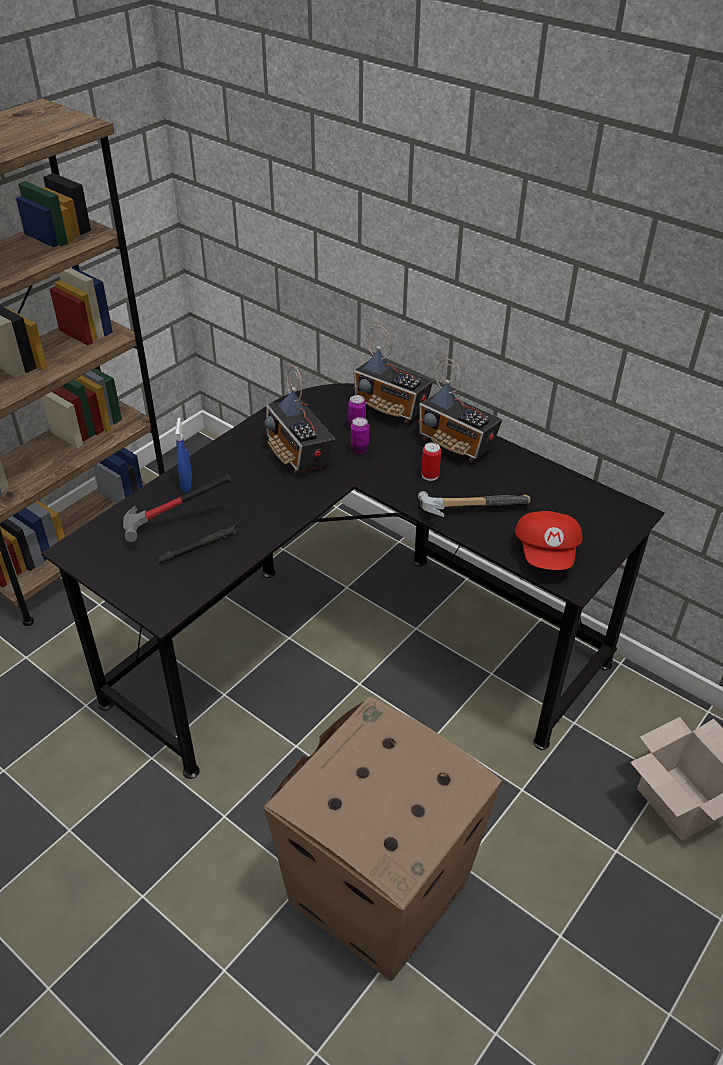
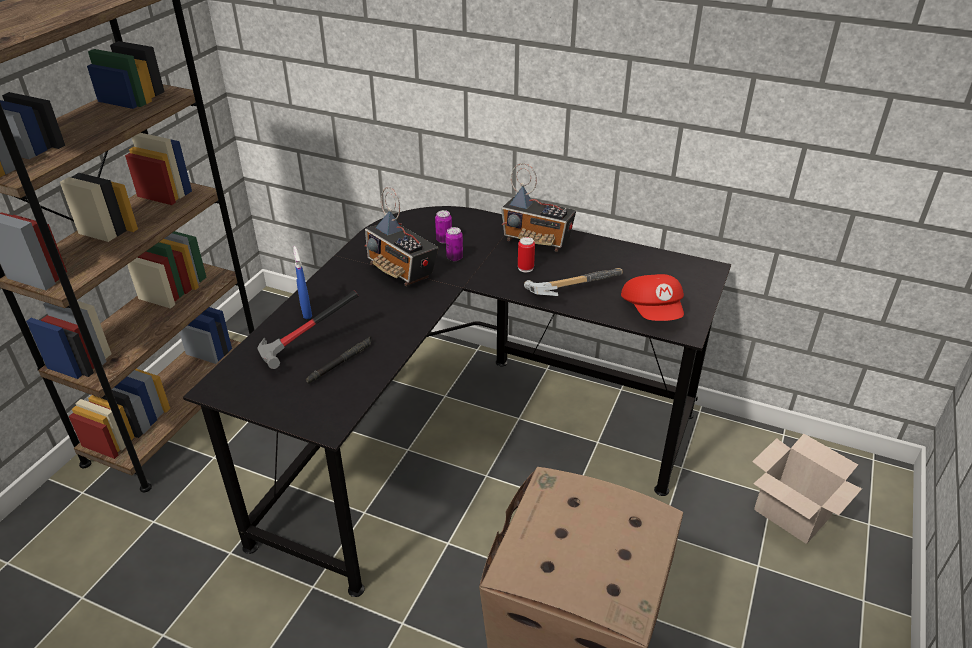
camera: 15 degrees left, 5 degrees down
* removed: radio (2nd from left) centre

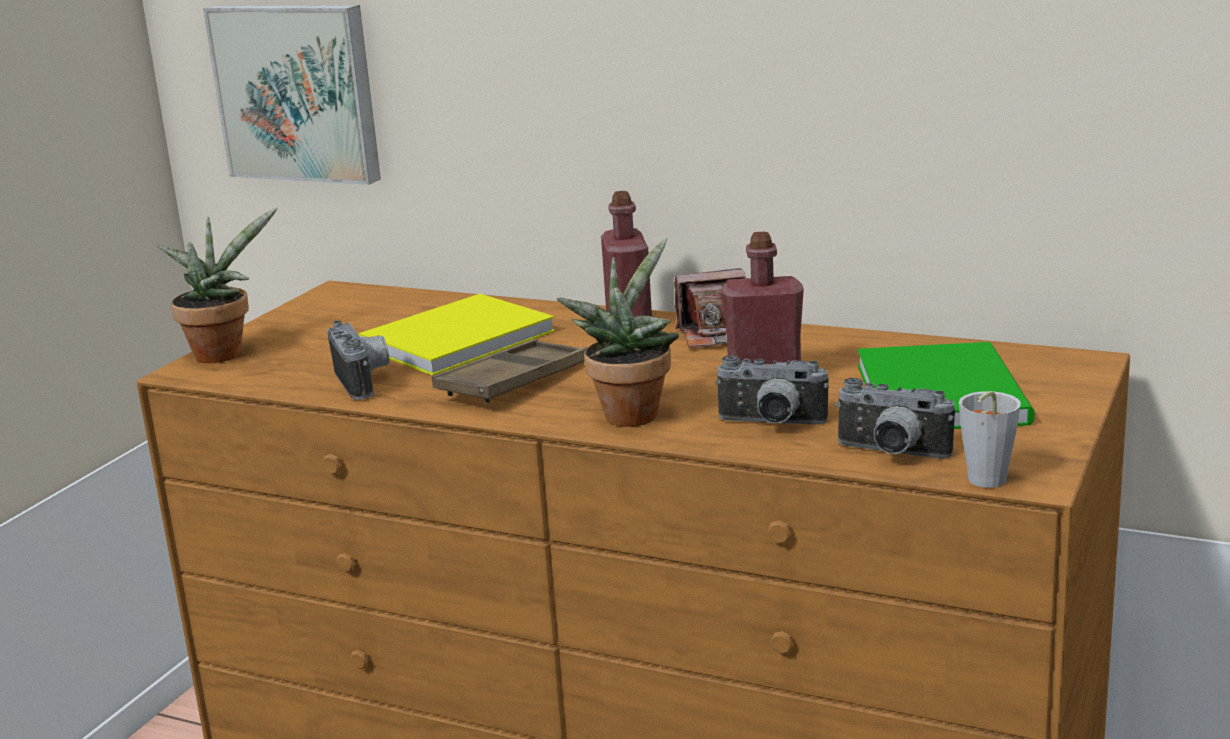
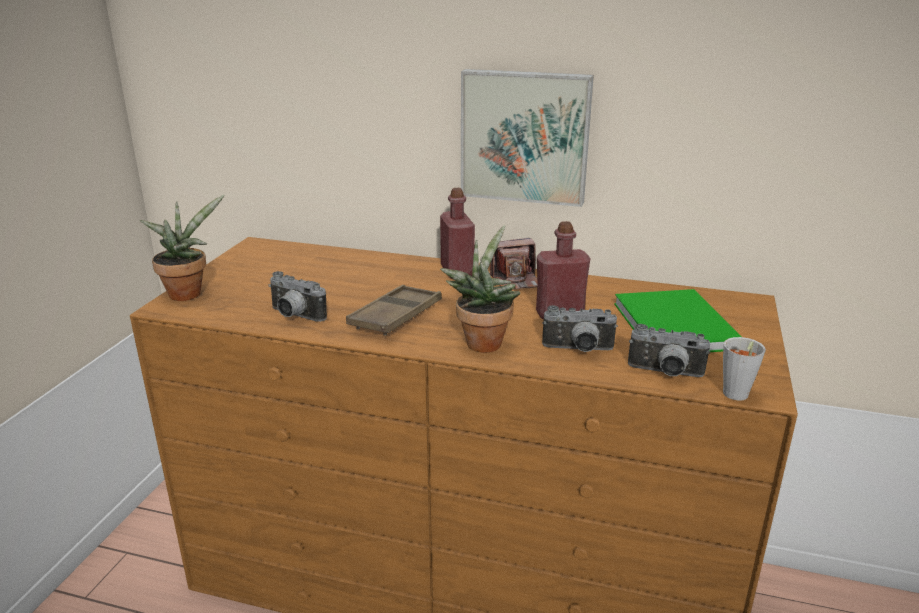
camera: 10 degrees left, 5 degrees up
* moved: picture top left to top centre
* removed: book (yellow) centre
* turned: photo camera (1st from left) middle left = middle left 150 degrees clockwise

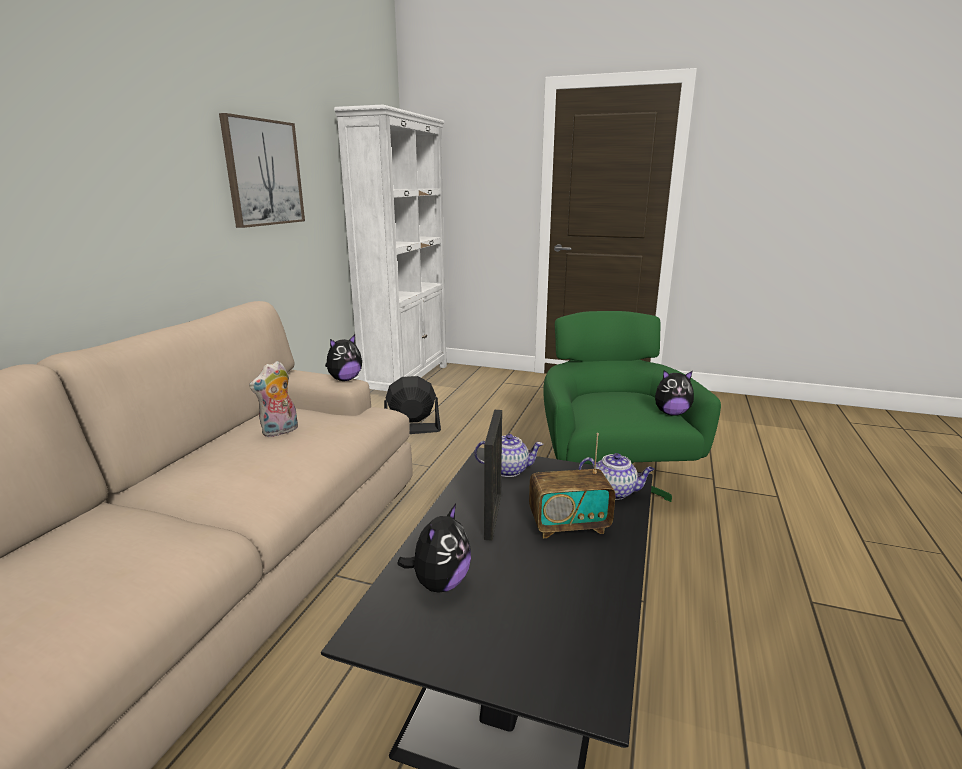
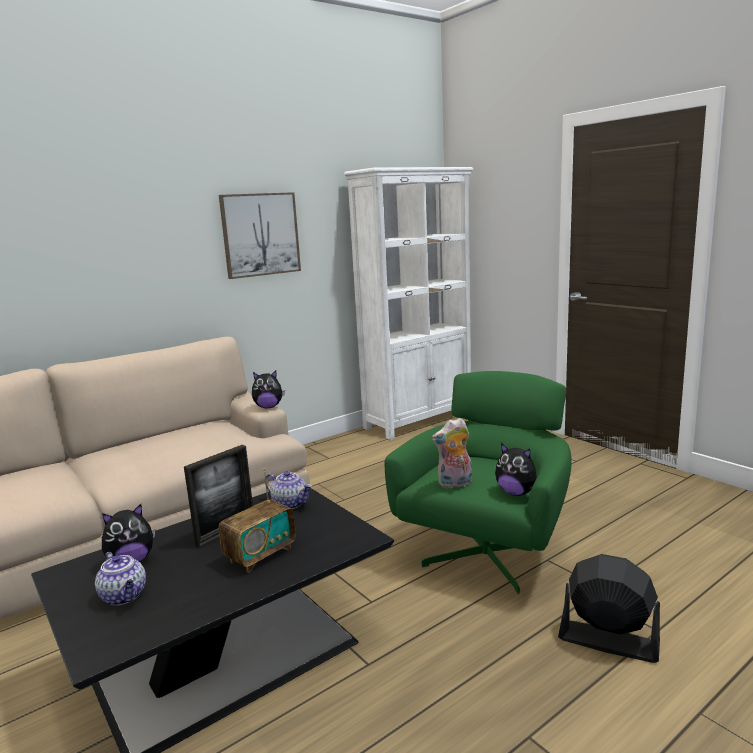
camera: 35 degrees right, 5 degrees down
* moved: soft toy (1st from left in the first image) middle left to soft toy (3rd from left) centre
* moved: cooling fan (blackish) centre to bottom right
* turned: radio centre = bottom centre 75 degrees counterclockwise
* moved: pot for tea (2nd from left in the first image) centre to pot for tea (1st from left) bottom left

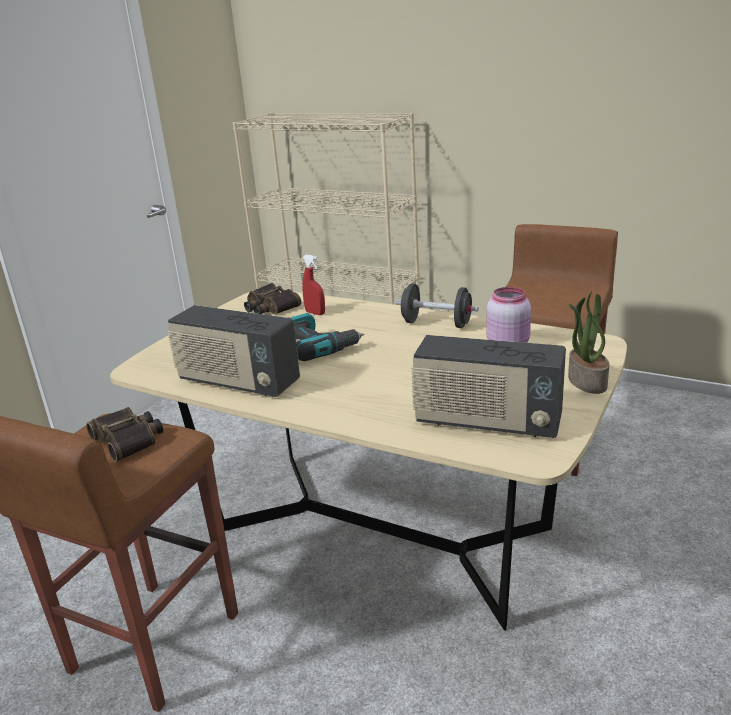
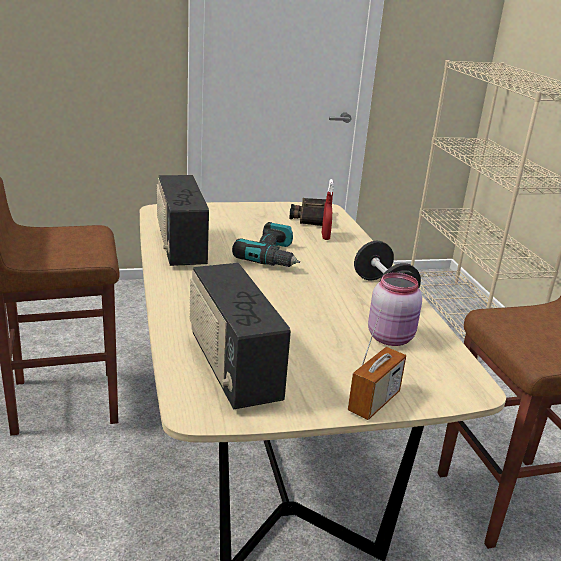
camera: 45 degrees right, 0 degrees up
* replaced: plant in a pot middle right to radio (3rd from left) middle right
* removed: pair of binoculars (1st from left) middle left

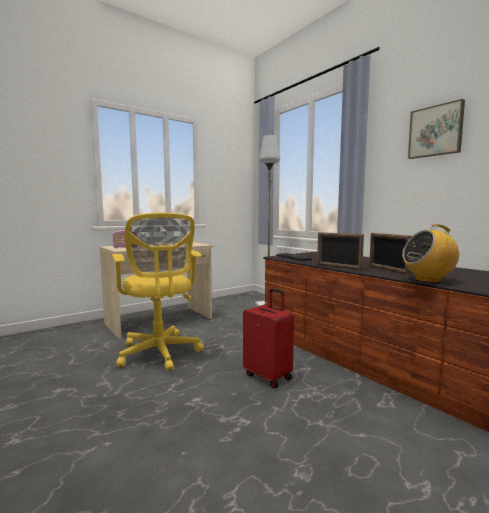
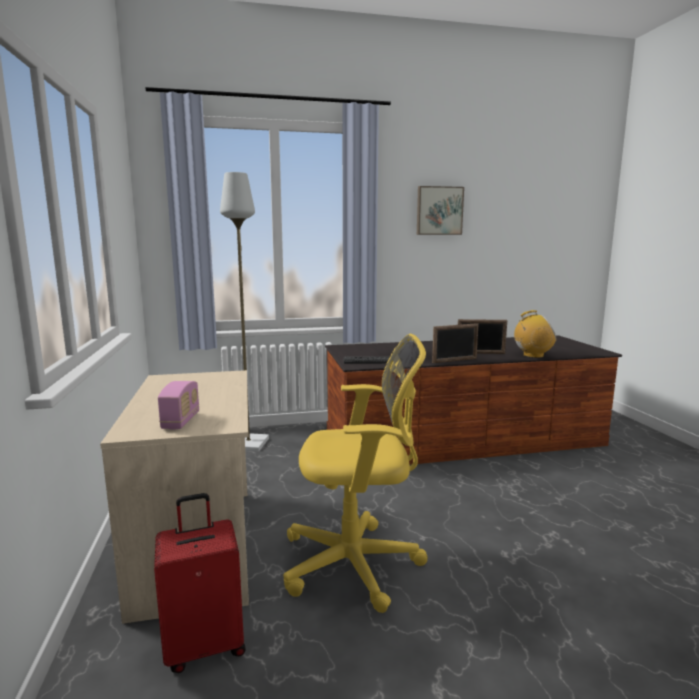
camera: 65 degrees left, 5 degrees up
* turned: radio (2nd from left) middle right = middle right 105 degrees counterclockwise
* moved: suitcase (reddish) centre to bottom left

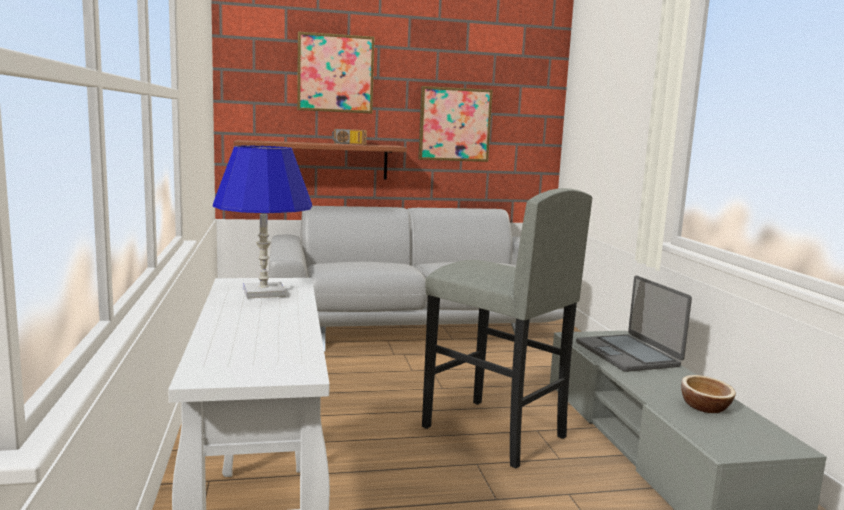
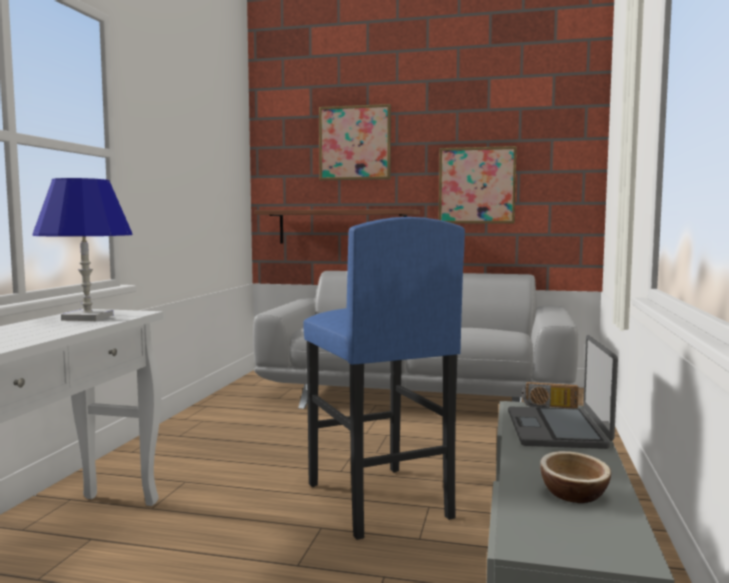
camera: 25 degrees right, 5 degrees down
* moved: radio top centre to bottom right
* recoloured: stool (greyish) centre to stool (blue) centre

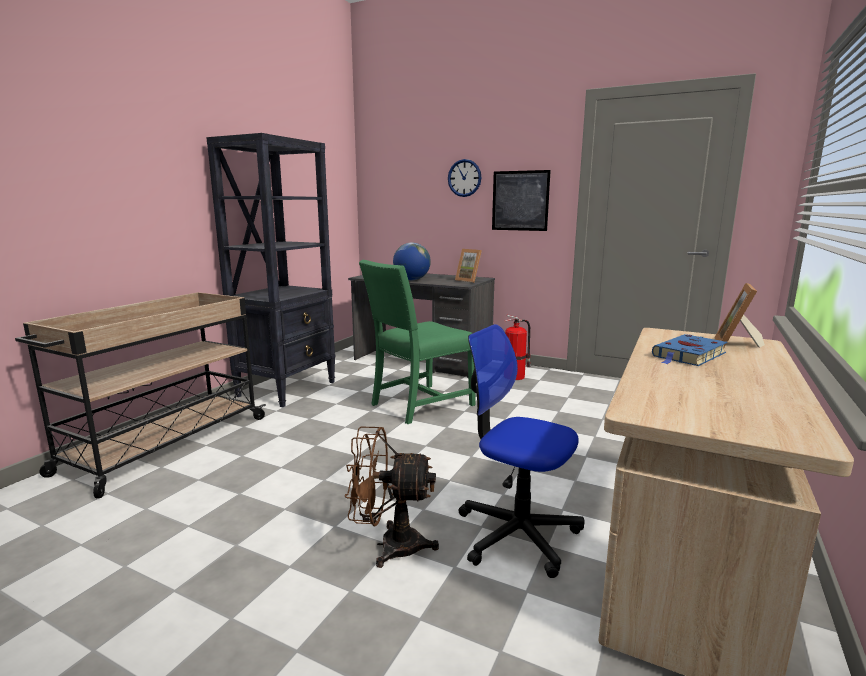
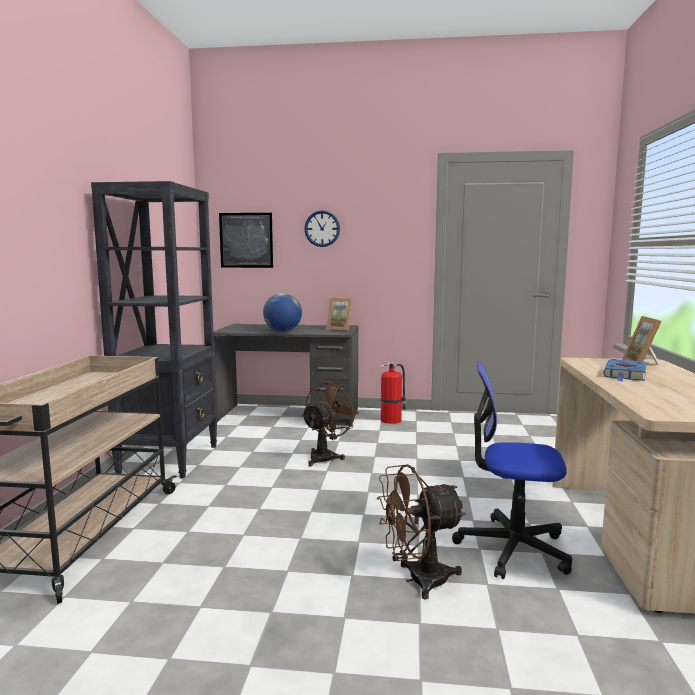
camera: 20 degrees left, 5 degrees down
* moved: picture top centre to centre
* replaced: plain chair (green) centre to cooling fan (brown-coloured) (1st from left) centre

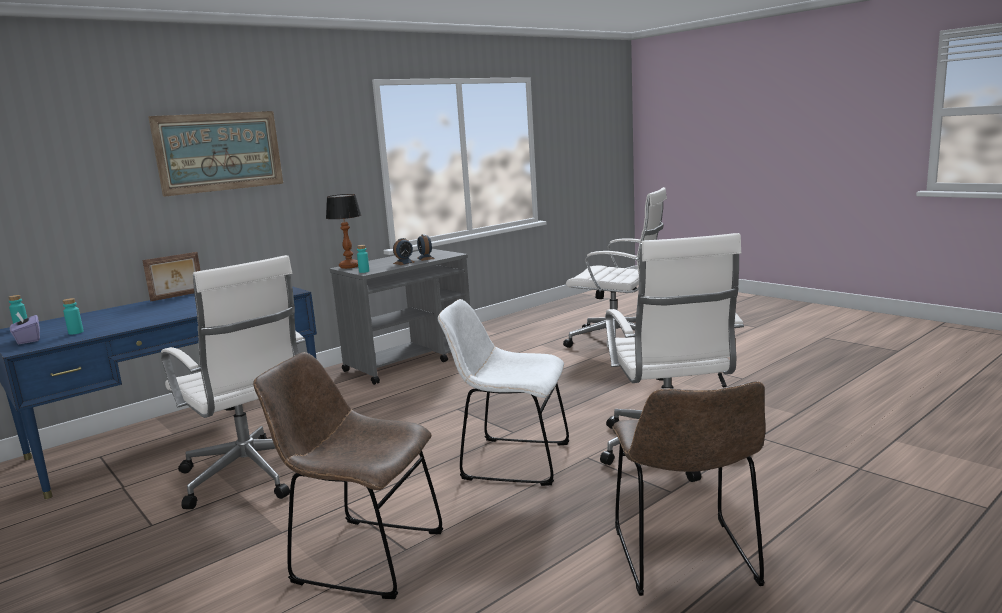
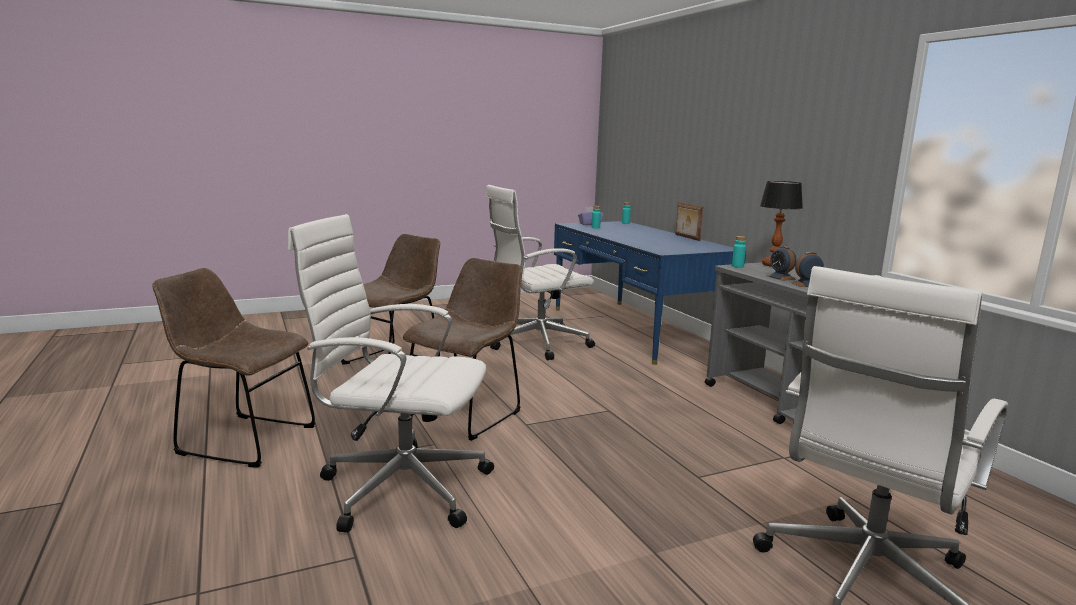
camera: 105 degrees right, 0 degrees up
* removed: picture top left
* recoloured: plain chair (white-coloured) centre to plain chair (brown-coloured) (3rd from left) centre

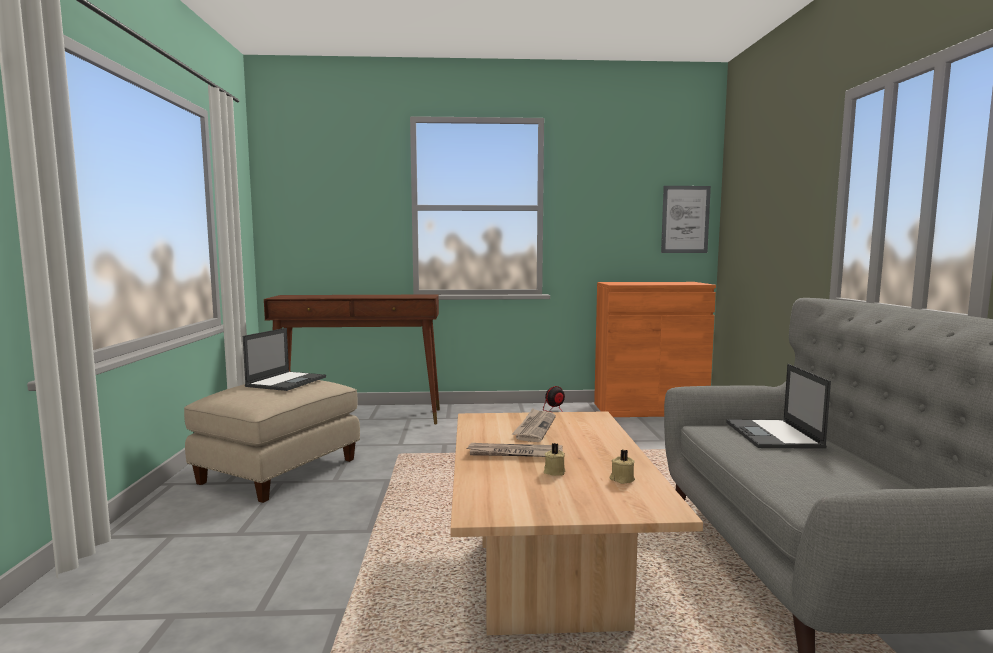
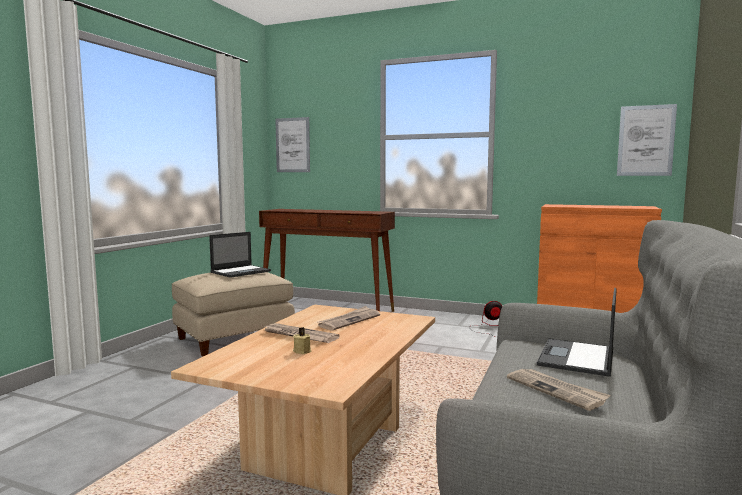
camera: 25 degrees right, 0 degrees up
* removed: candle (beige-coloured) (2nd from left) bottom centre
* added: picture (1st from left) top centre
* added: newspaper (3rd from left) bottom right

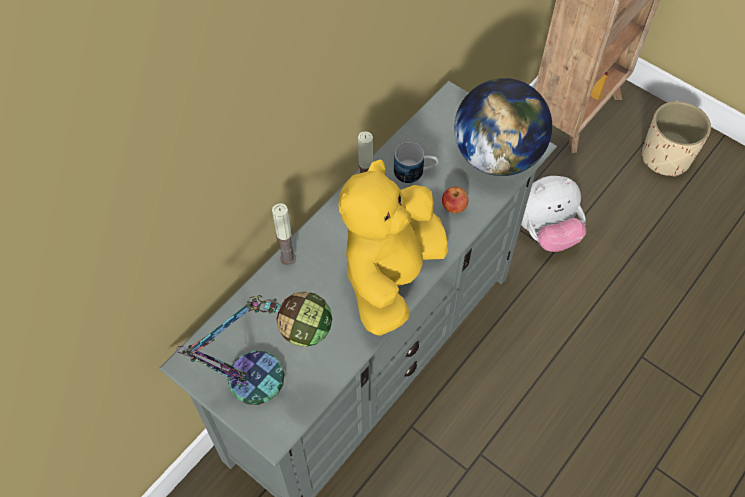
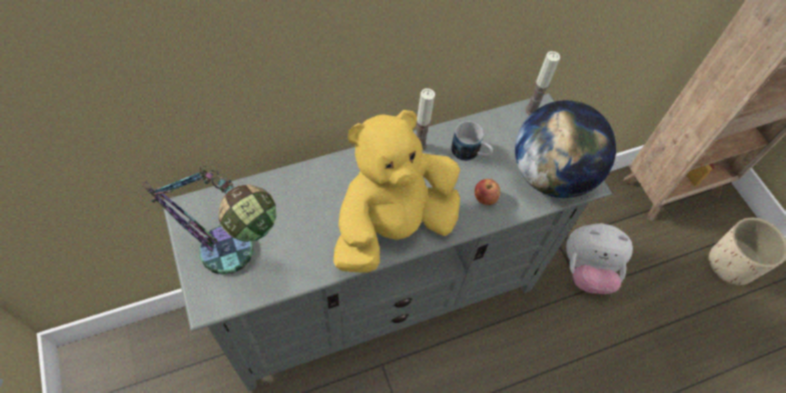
camera: 25 degrees right, 0 degrees up
* moved: candle (1st from left in the first image) centre to candle (2nd from left) top right

